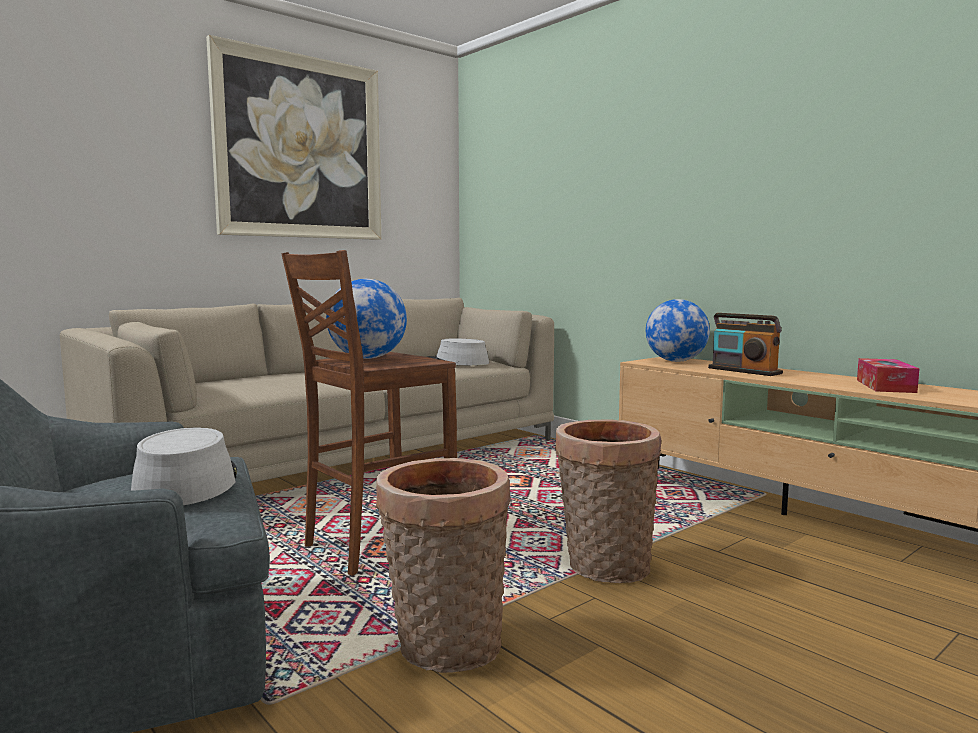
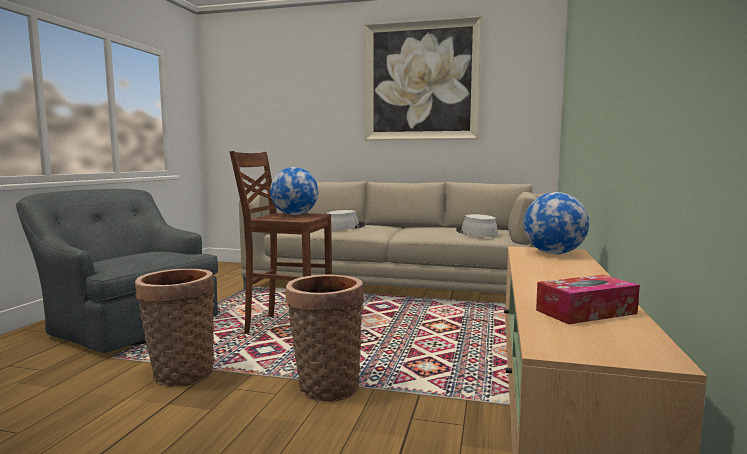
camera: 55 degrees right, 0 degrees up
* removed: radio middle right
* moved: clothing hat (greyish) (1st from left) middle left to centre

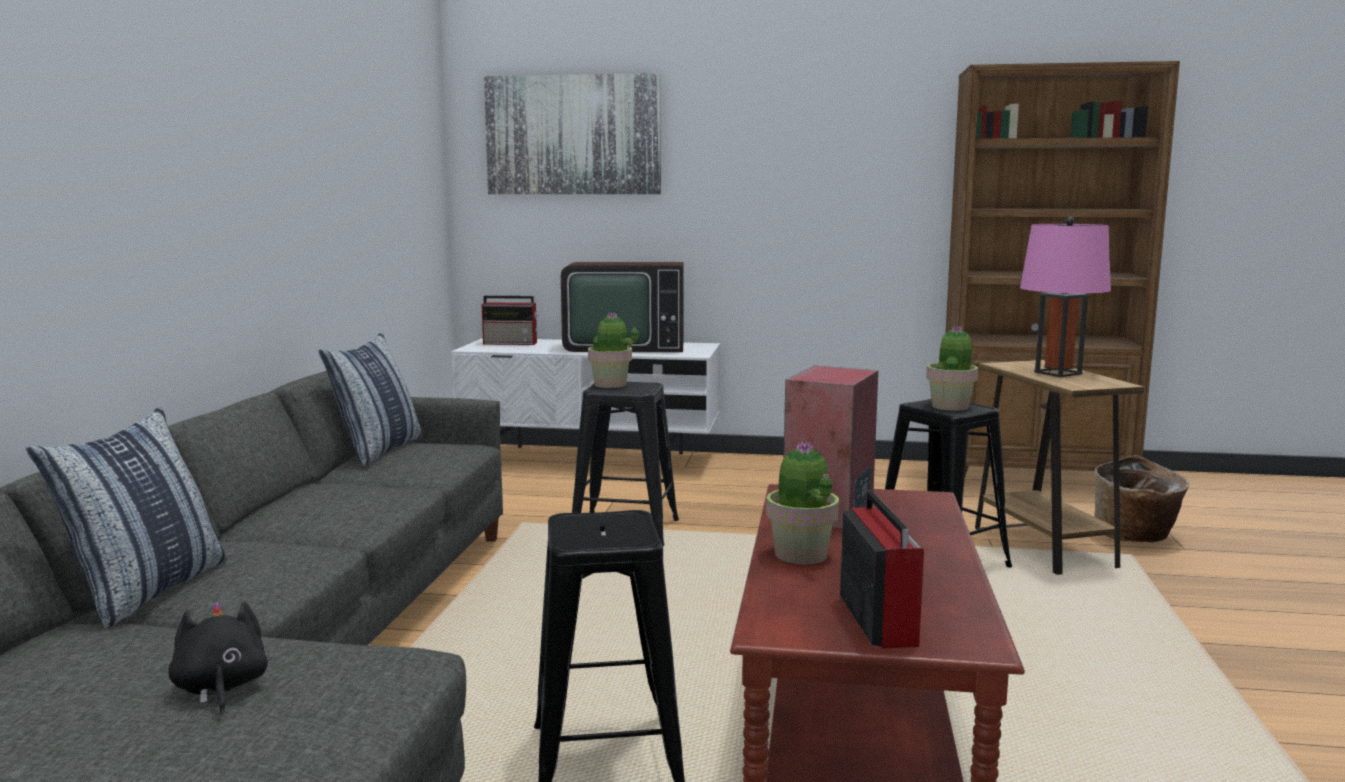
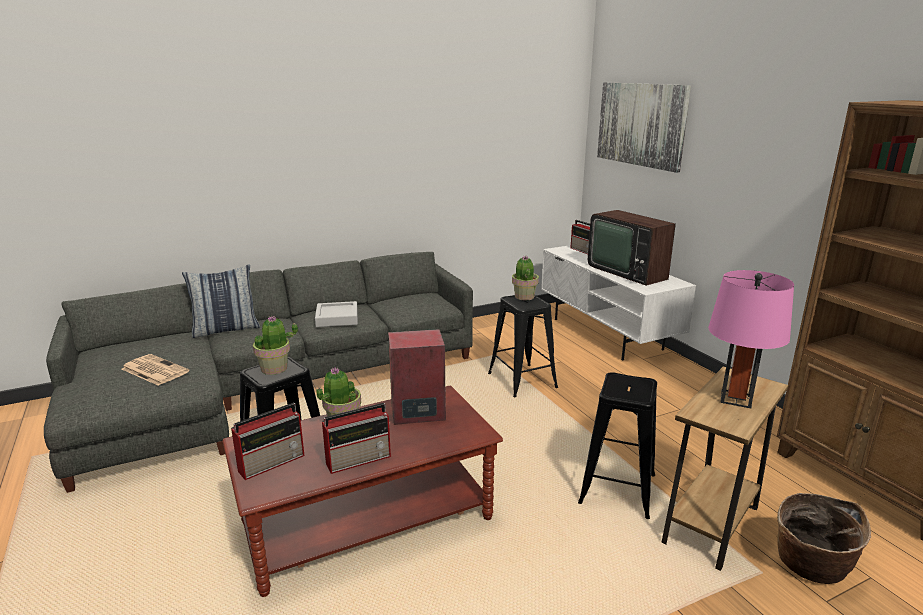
camera: 55 degrees right, 10 degrees up
* moved: plant in a pot (3rd from left in the first image) middle right to plant in a pot (1st from left) middle left
* removed: pillow (2nd from left) middle left
* replaced: soft toy (blackish) bottom left to newspaper middle left
* added: serving tray (greyish) centre
* added: radio (2nd from left) bottom centre

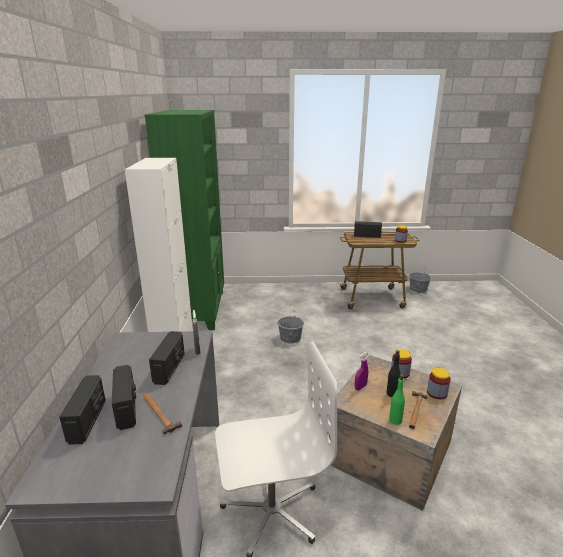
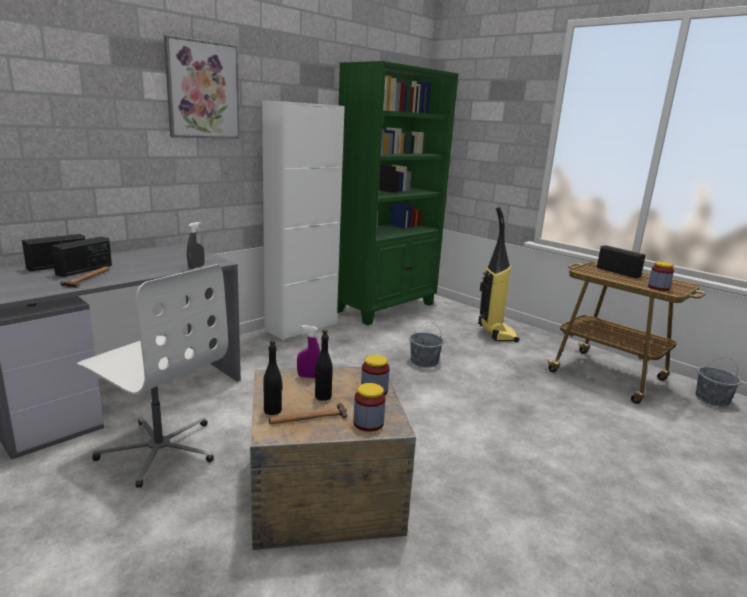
camera: 45 degrees right, 5 degrees down
* removed: radio (3rd from left) middle left
* recoloured: drink bottle (green) bottom right to drink bottle (blackish) (1st from left) centre
* added: picture top left
* added: vacuum middle right

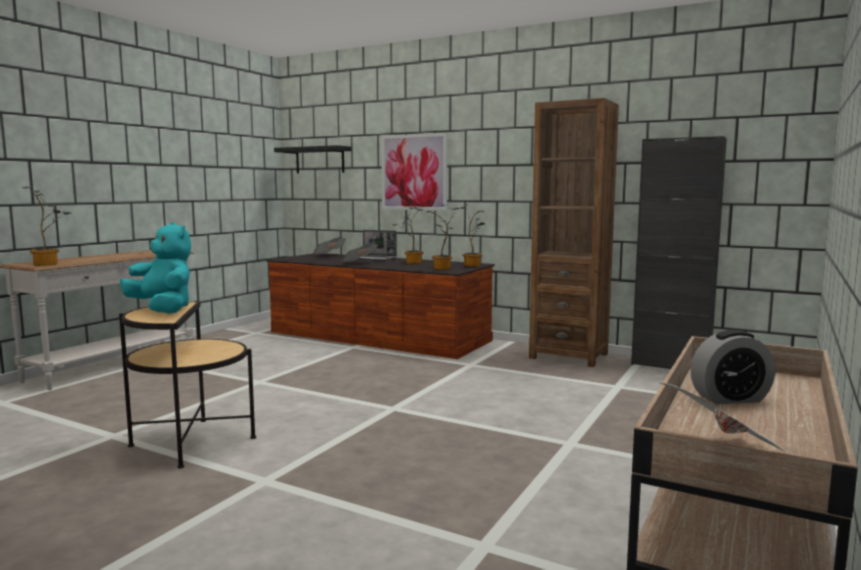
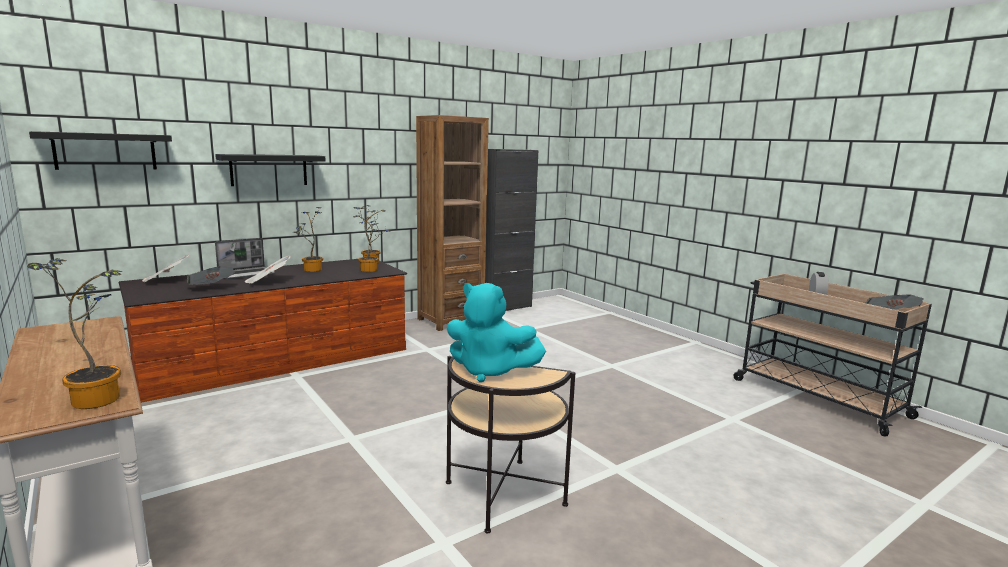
camera: 65 degrees left, 5 degrees up
* replaced: picture top centre to bracket shelf (blackish) (2nd from left) top left
* turned: soft toy (blue-green) middle left = centre 135 degrees counterclockwise
* added: newspaper (2nd from left) middle left

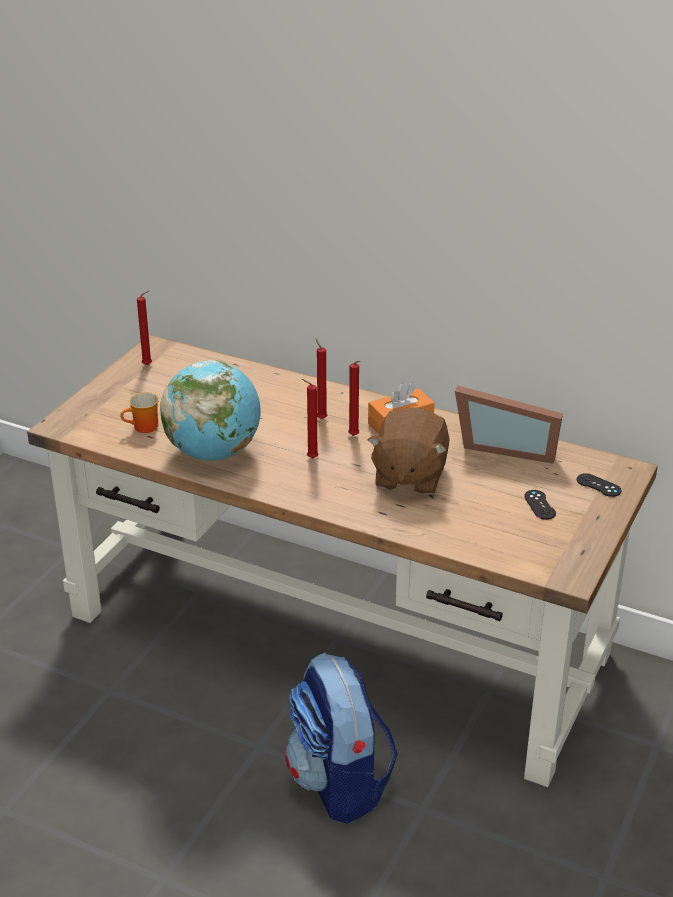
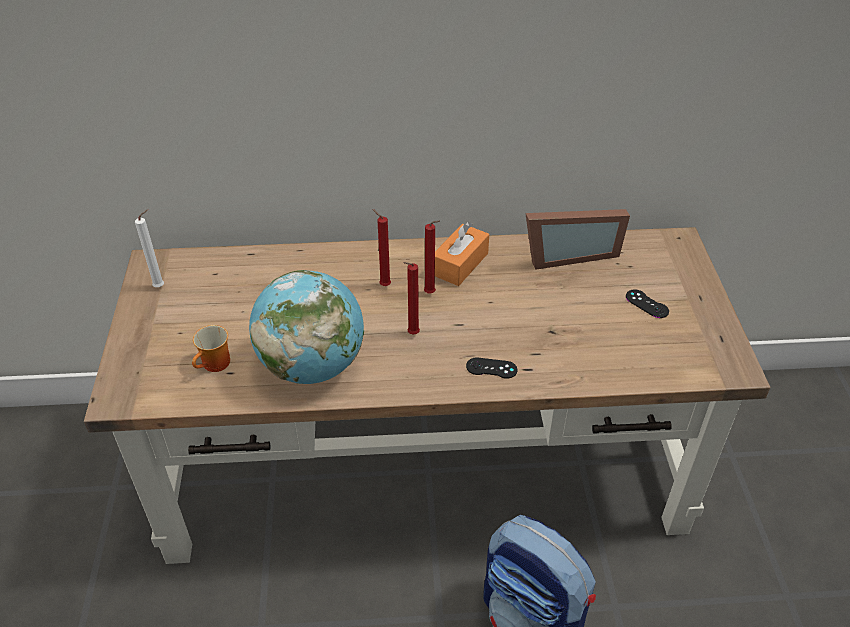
camera: 30 degrees left, 10 degrees up
* recoloured: candle (reddish) (1st from left) middle left to candle (white-coloured) middle left
* removed: soft toy (brown-coloured) centre
* moved: game controller (blackish) (2nd from left in the first image) middle right to game controller (blackish) (1st from left) centre

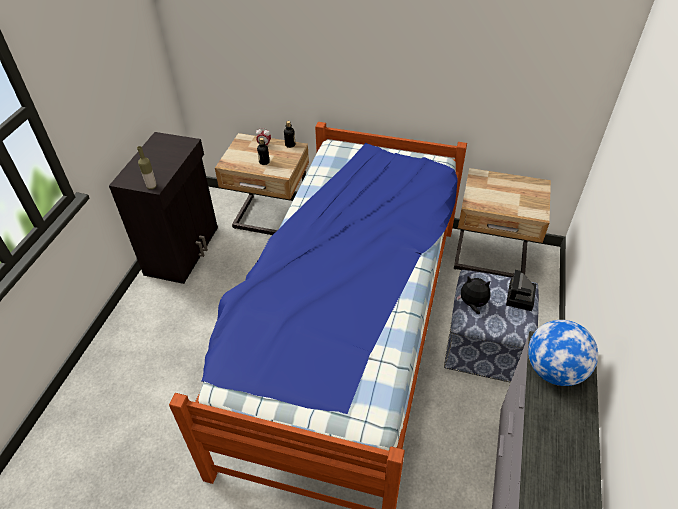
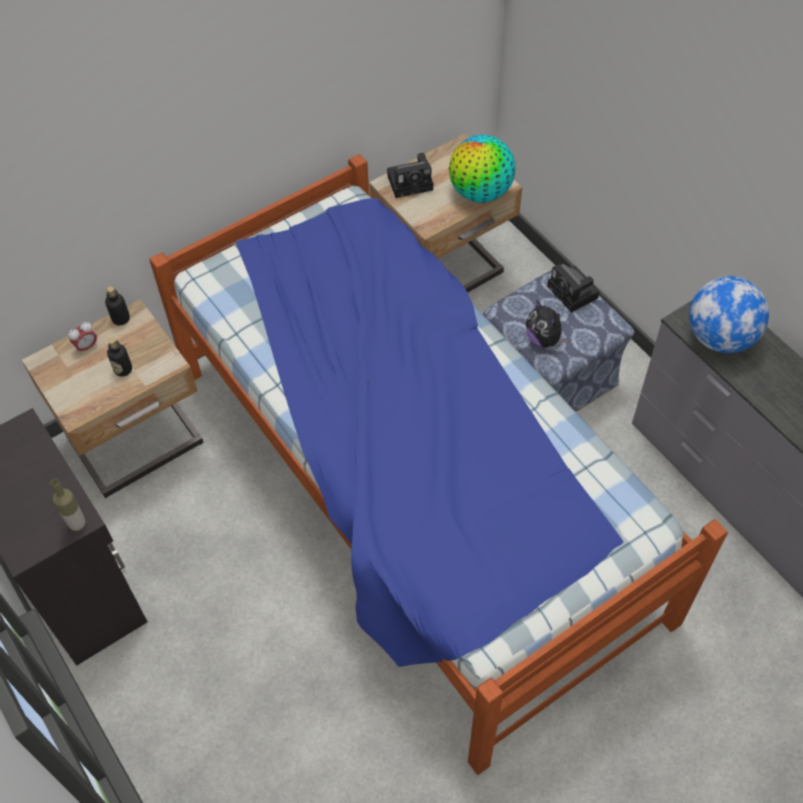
camera: 50 degrees left, 10 degrees up
* turned: soft toy middle right = middle right 90 degrees counterclockwise
* added: world globe (1st from left) top centre
* added: photo camera (1st from left) top centre

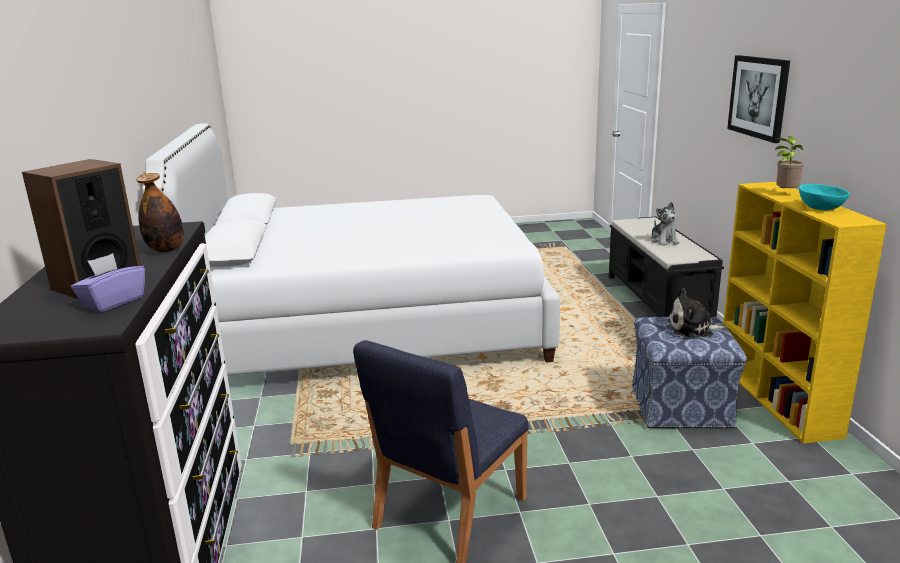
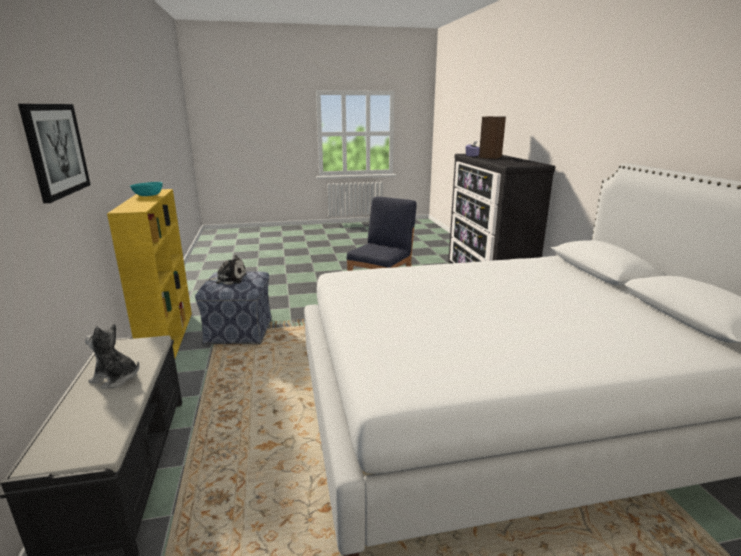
camera: 175 degrees right, 0 degrees up
* removed: plant in a pot top right
* removed: drink bottle middle left
* turned: soft toy (1st from left) middle right = middle left 60 degrees counterclockwise

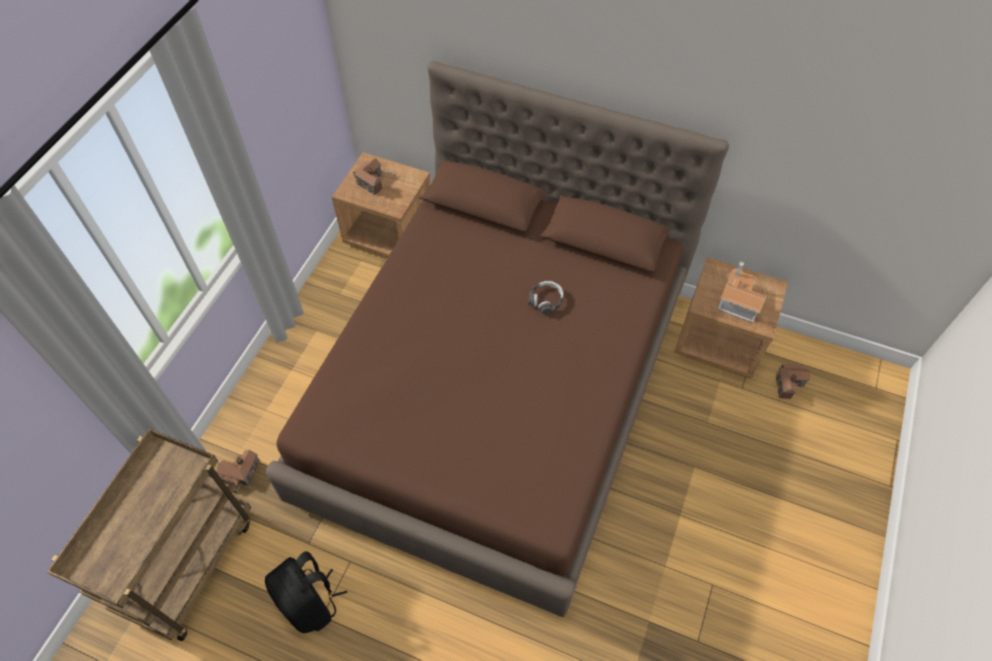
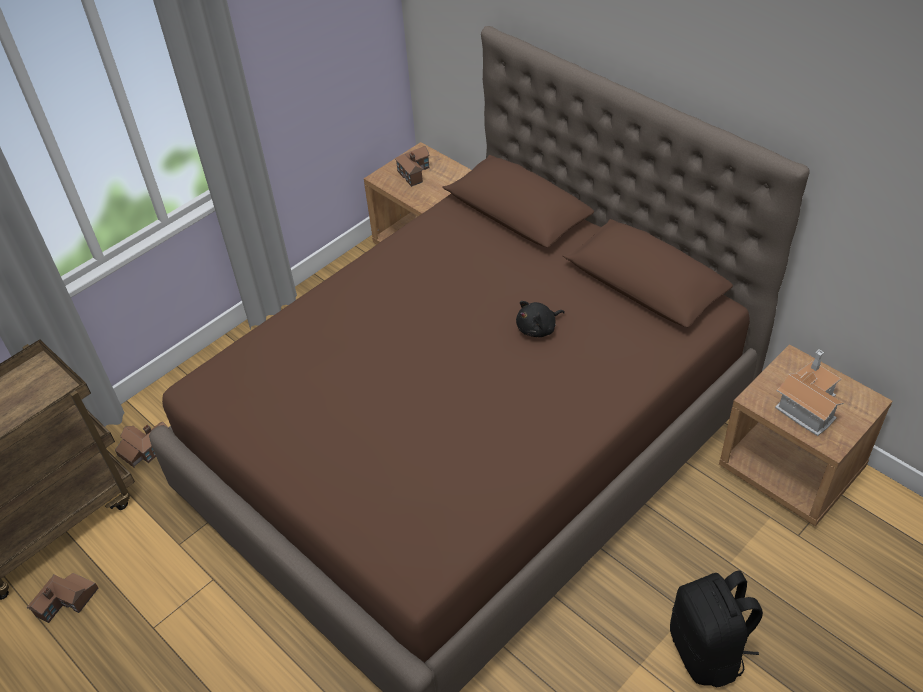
camera: 25 degrees right, 10 degrees down
* replaced: pair of headphones centre to soft toy (blackish) centre
* moved: model house (4th from left in the first image) middle right to model house (1st from left) bottom left
* moved: backpack (blackish) bottom left to bottom right

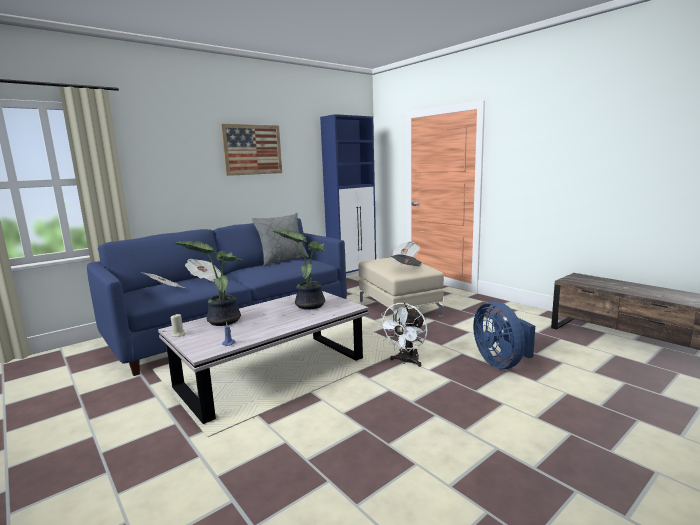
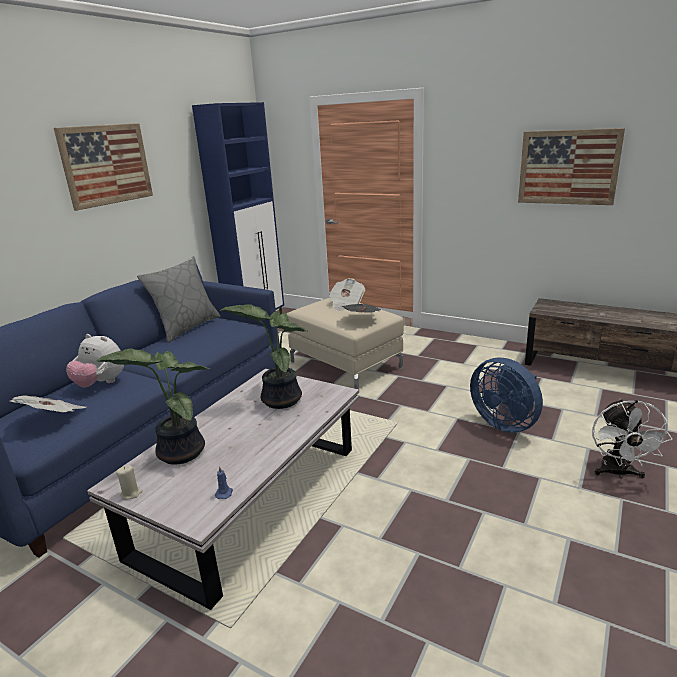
camera: 20 degrees left, 10 degrees up
* replaced: newspaper (2nd from left) middle left to soft toy middle left
* moved: cooling fan (white-coloured) centre to middle right
* added: picture (2nd from left) top right

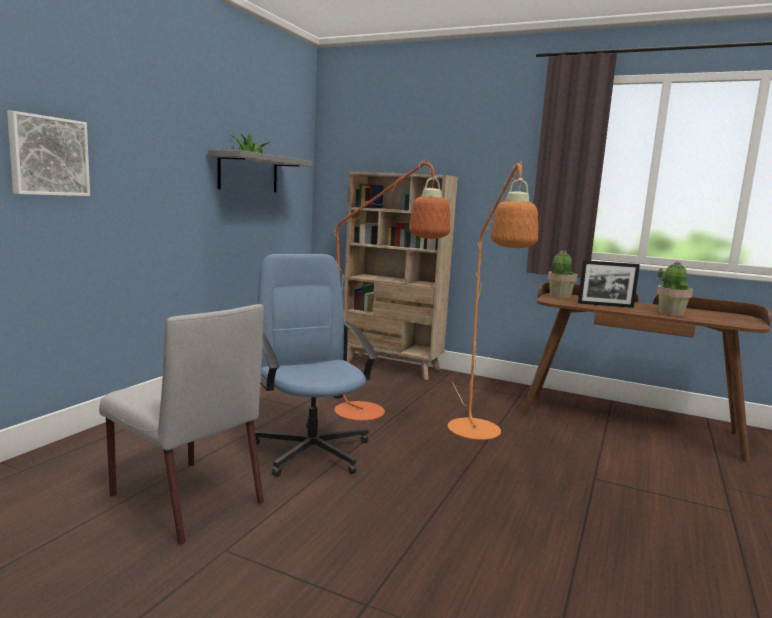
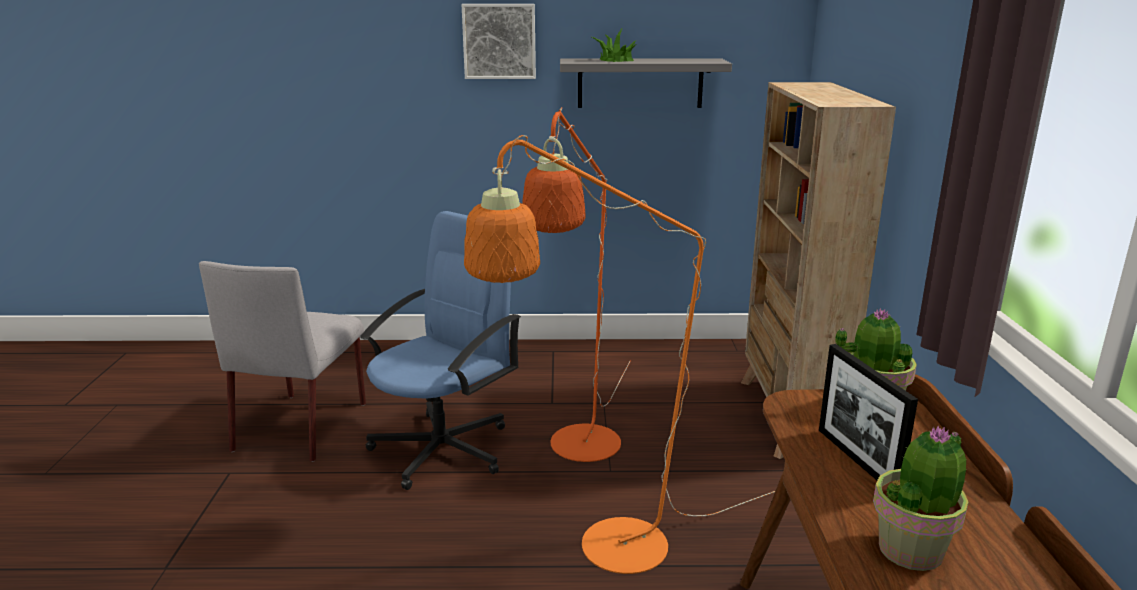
camera: 65 degrees right, 10 degrees up
* moved: picture top left to top centre

